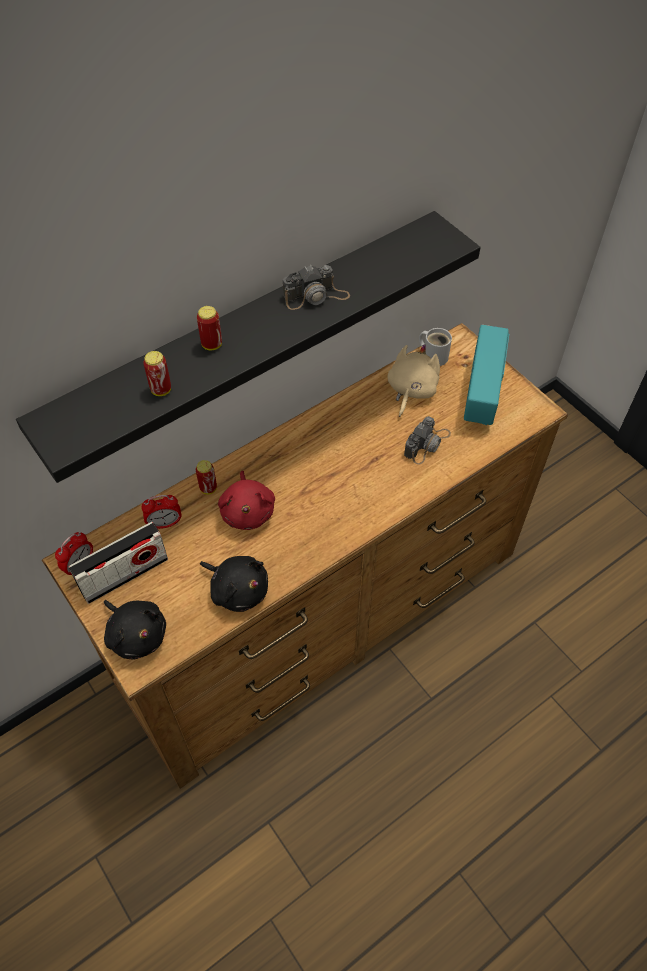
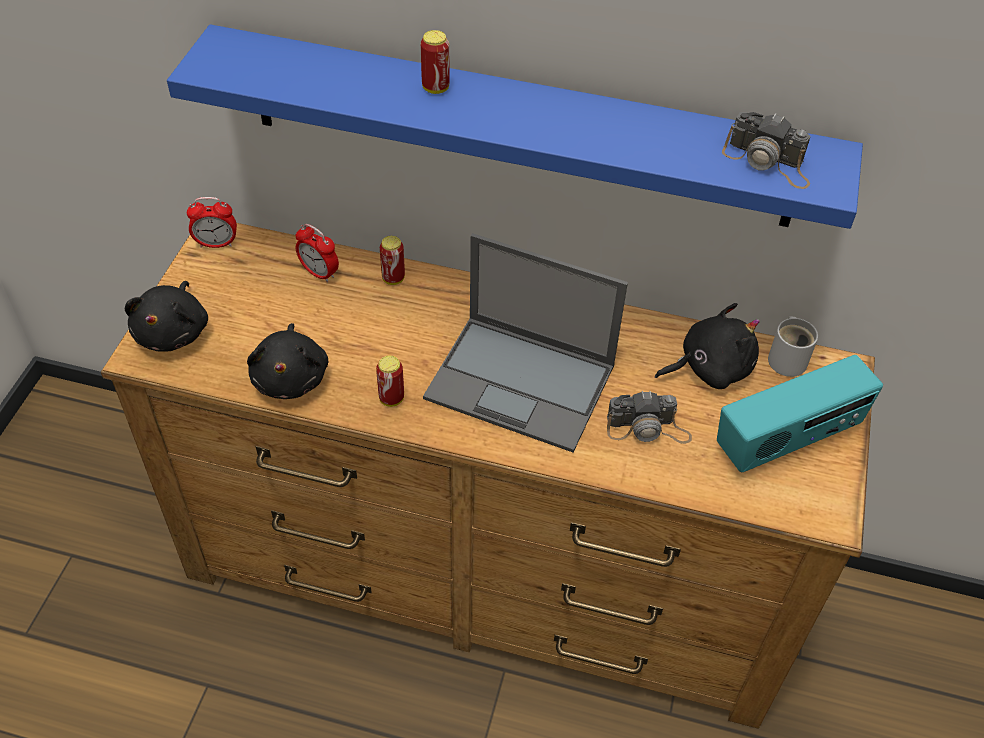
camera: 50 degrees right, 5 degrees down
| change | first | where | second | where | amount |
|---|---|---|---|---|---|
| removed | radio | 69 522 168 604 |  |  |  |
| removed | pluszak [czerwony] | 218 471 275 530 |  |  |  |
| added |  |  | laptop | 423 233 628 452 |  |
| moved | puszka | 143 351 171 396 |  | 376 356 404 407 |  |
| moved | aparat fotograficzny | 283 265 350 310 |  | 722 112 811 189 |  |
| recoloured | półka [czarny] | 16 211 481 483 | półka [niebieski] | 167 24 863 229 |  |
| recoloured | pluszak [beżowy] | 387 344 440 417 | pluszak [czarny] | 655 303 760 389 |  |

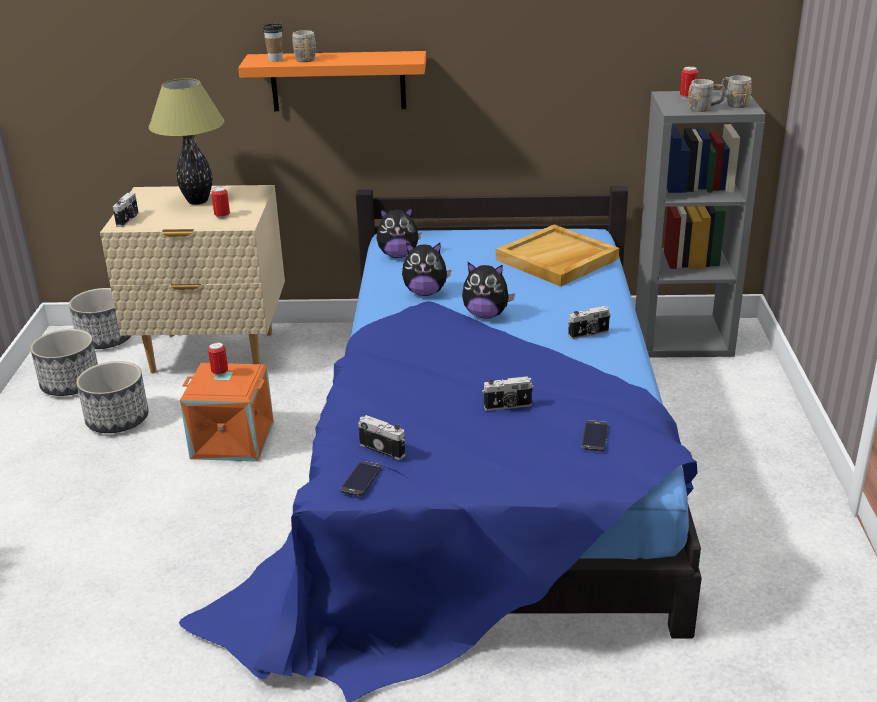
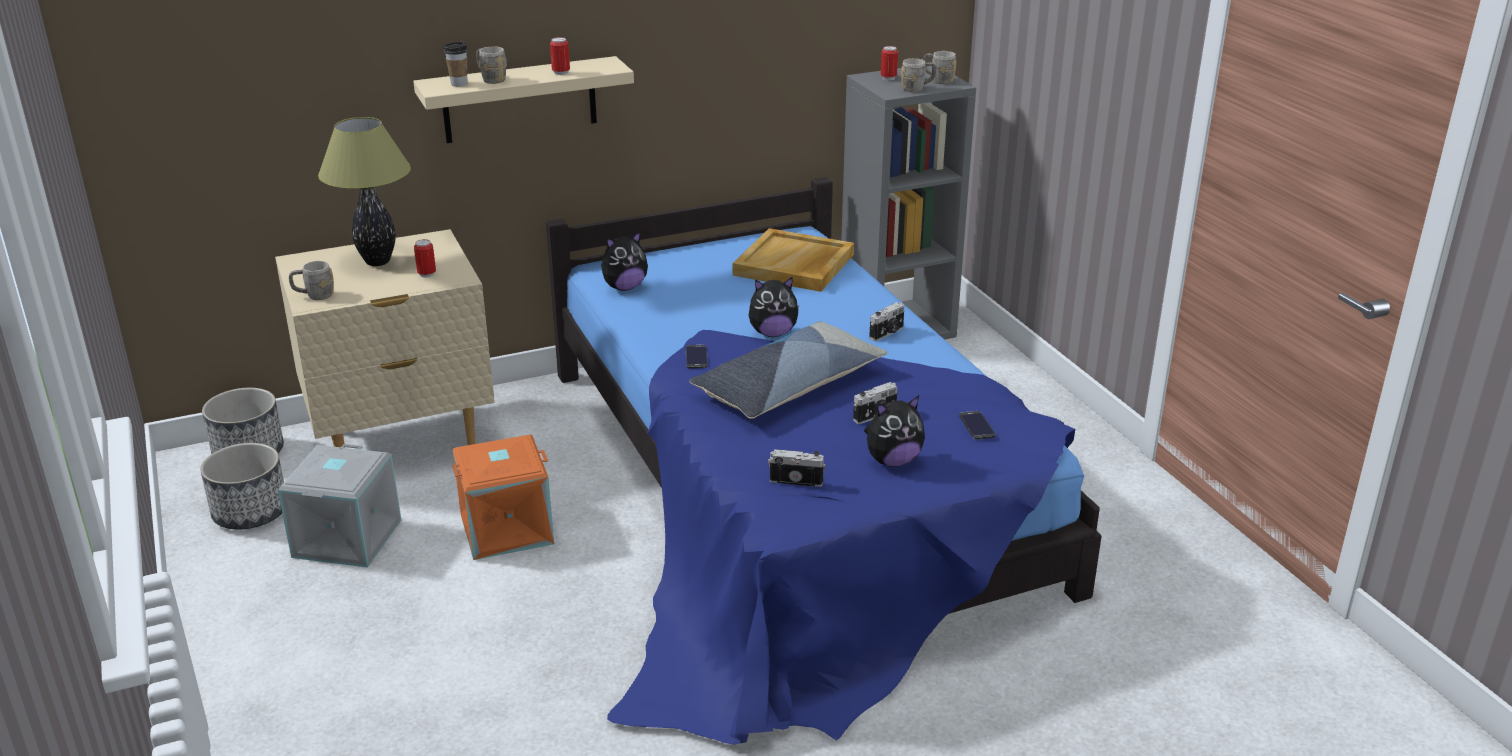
camera: 25 degrees left, 0 degrees up
| change | first | where | second | where | amount |
|---|---|---|---|---|---|
| added |  |  | poduszka | 689 321 887 419 |  |
| moved | puszka | 208 342 228 376 |  | 550 37 570 75 |  |
| moved | telefon | 340 461 381 496 |  | 686 345 708 369 |  |
| moved | pluszak | 402 242 451 296 |  | 864 396 925 467 |  |
| replaced | donica | 76 361 149 433 | pojemnik do przechowywania [szary] | 278 444 401 568 |  |
| replaced | aparat fotograficzny | 113 192 139 227 | kubek [szary] | 289 261 334 300 |  |
| recoloured | półka [pomarańczowy] | 238 51 426 111 | półka [beżowy] | 413 56 634 143 |  |

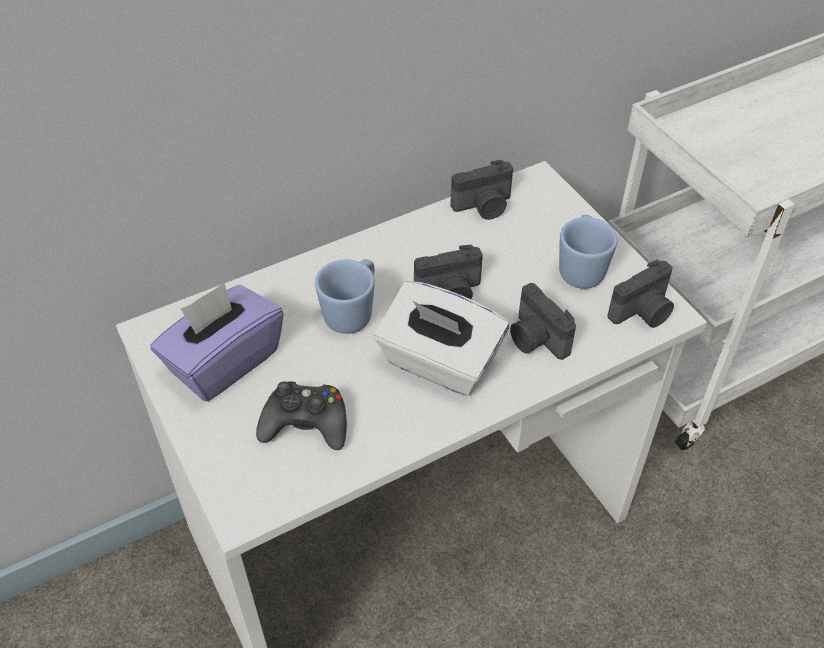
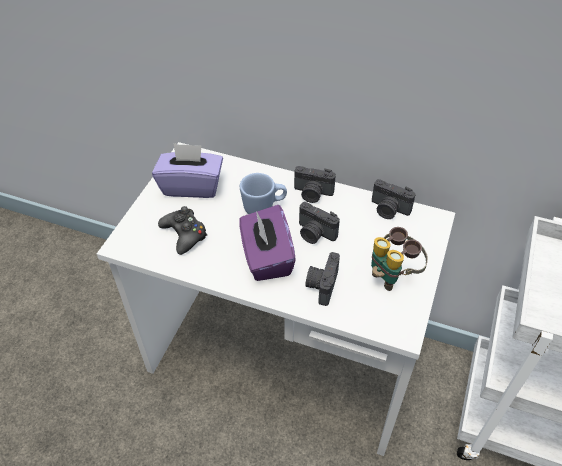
camera: 50 degrees right, 0 degrees up
| change | first | where | second | where | amount |
|---|---|---|---|---|---|
| moved | aparat fotograficzny | 607 260 674 328 |  | 294 166 336 203 |  |
| replaced | kubek [niebieski] | 559 215 618 289 | lornetka | 371 227 428 291 |  |
| recoloured | pudełko chusteczek [biały] | 374 281 509 396 | pudełko chusteczek [fioletowy] | 239 205 296 281 |  |

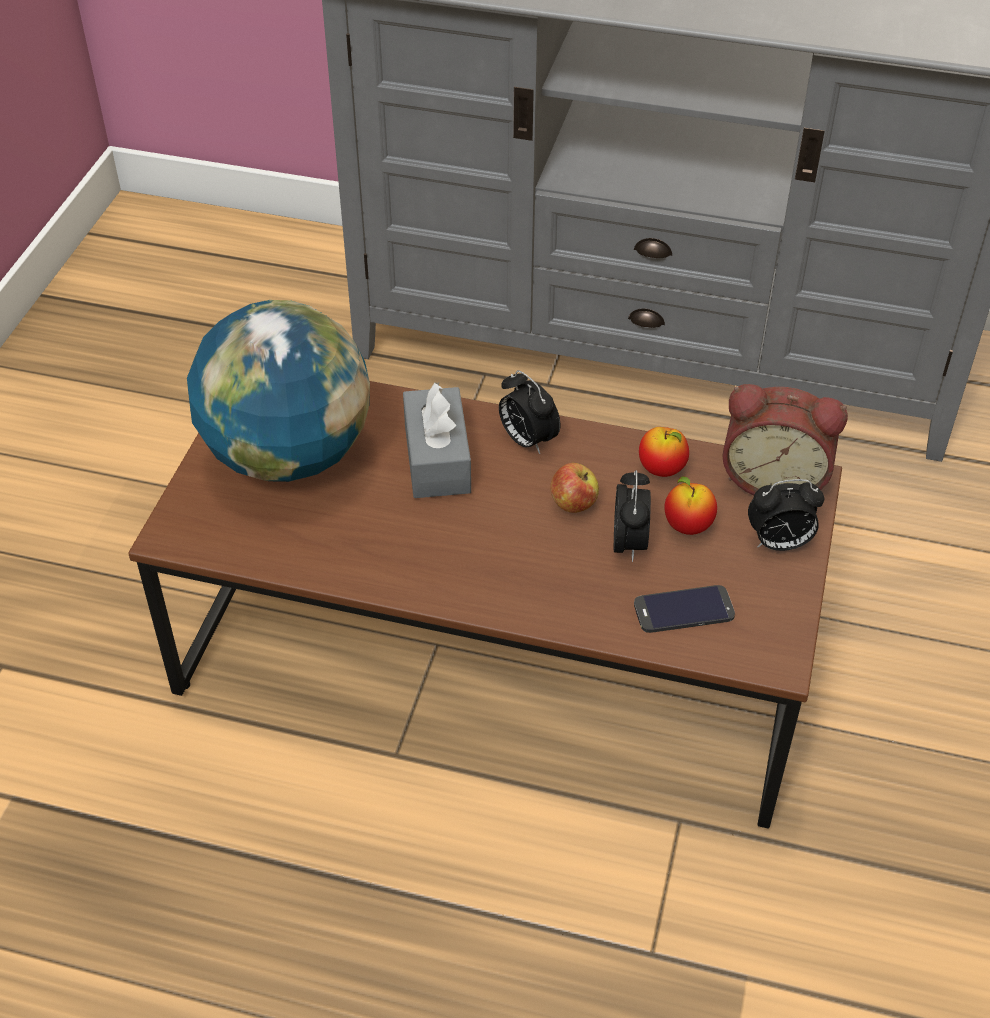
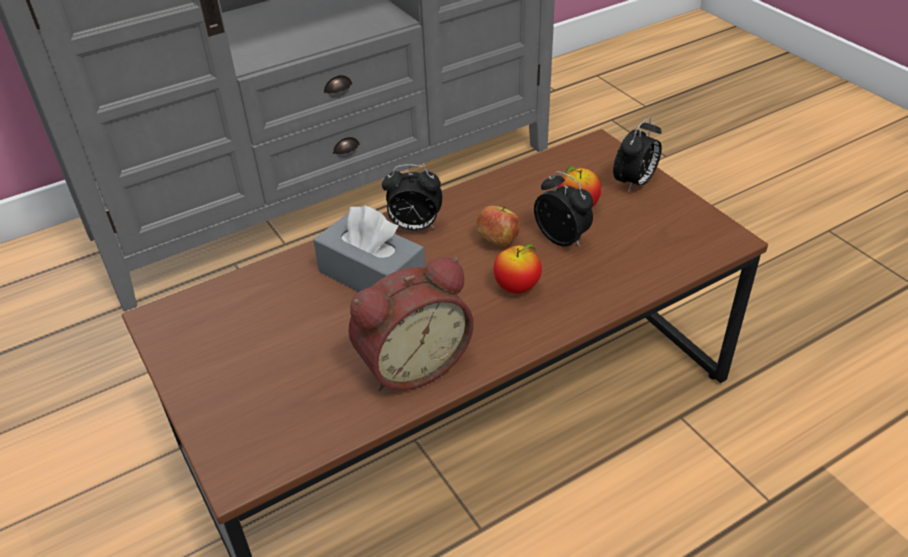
camera: 45 degrees left, 5 degrees down
| change | first | where | second | where | amount |
|---|---|---|---|---|---|
| removed | globus | 187 300 370 482 |  |  |  |
| removed | telefon | 634 585 735 633 |  |  |  |
| moved | jabłko | 639 427 689 477 |  | 494 244 542 294 |  |
| moved | budzik | 722 384 848 495 |  | 348 257 474 391 |  |

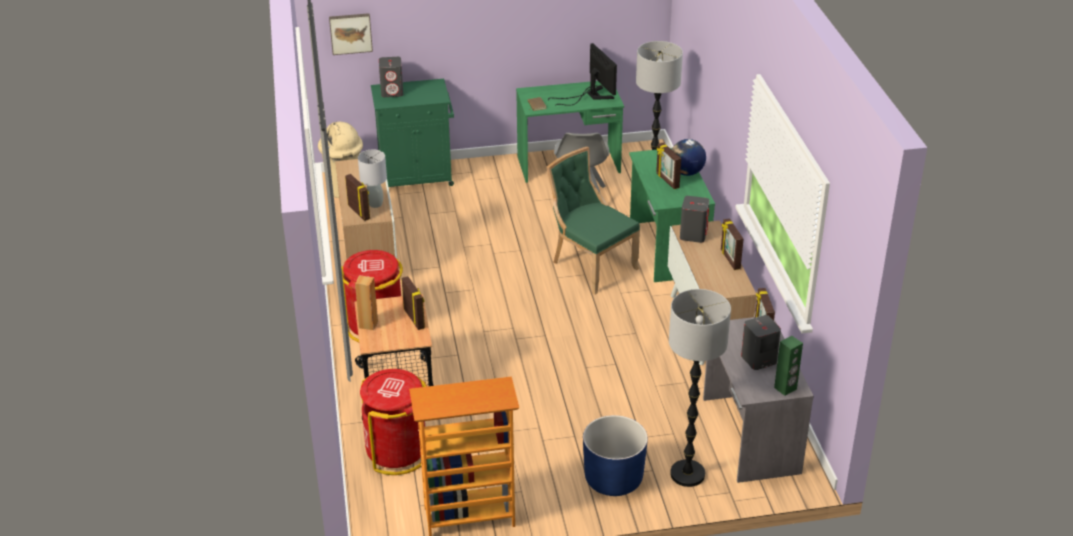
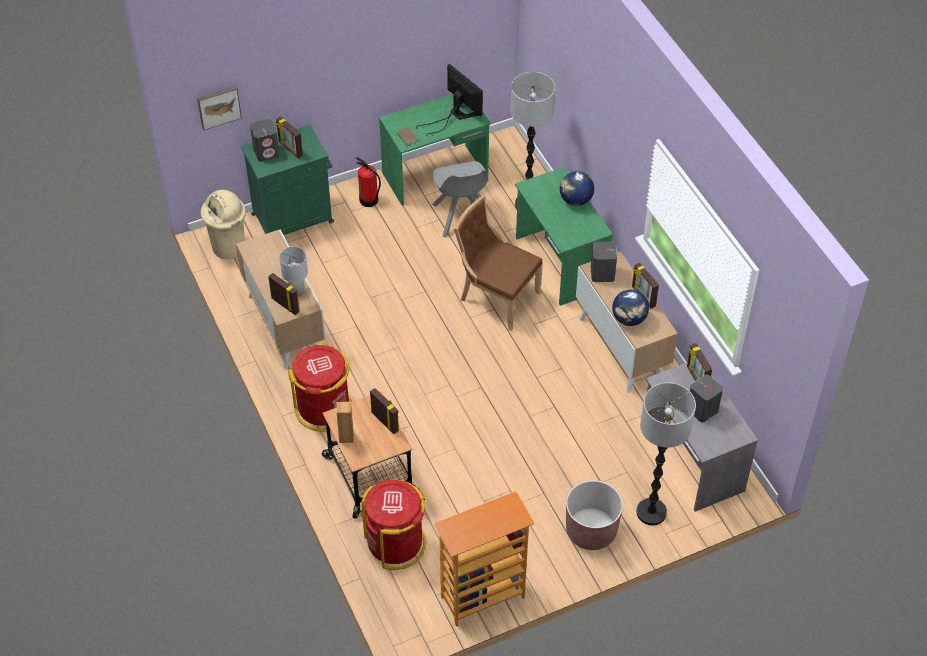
camera: 15 degrees left, 15 degrees up
| change | first | where | second | where | amount |
|---|---|---|---|---|---|
| removed | głośnik [zielony] | 774 336 803 396 |  |  |  |
| added |  |  | gaśnica | 356 157 381 207 |  |
| added |  |  | globus | 612 289 649 326 |  |
| moved | ramka na zdjęcie | 656 143 681 189 |  | 276 116 303 159 |  |
| recoloured | krzesło [zielony] | 547 147 640 295 | krzesło [brązowy] | 454 195 543 331 |  |
| recoloured | donica [niebieski] | 583 415 648 496 | donica [brązowy] | 566 480 623 550 |  |

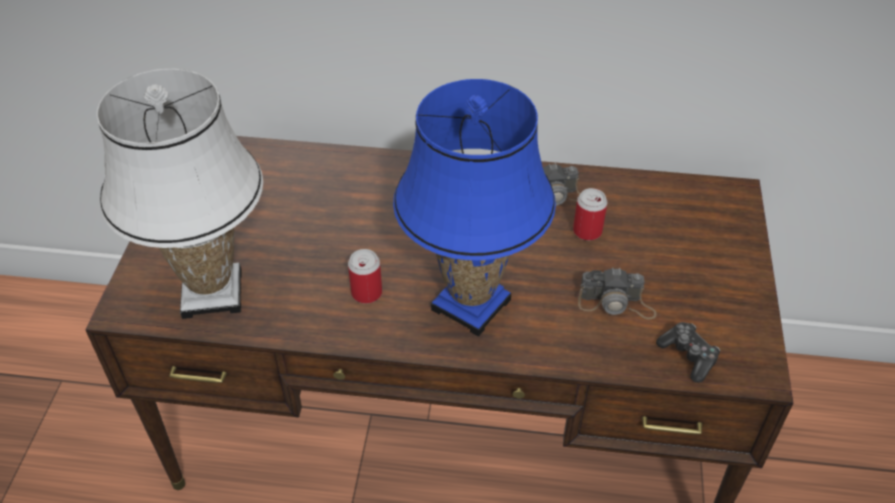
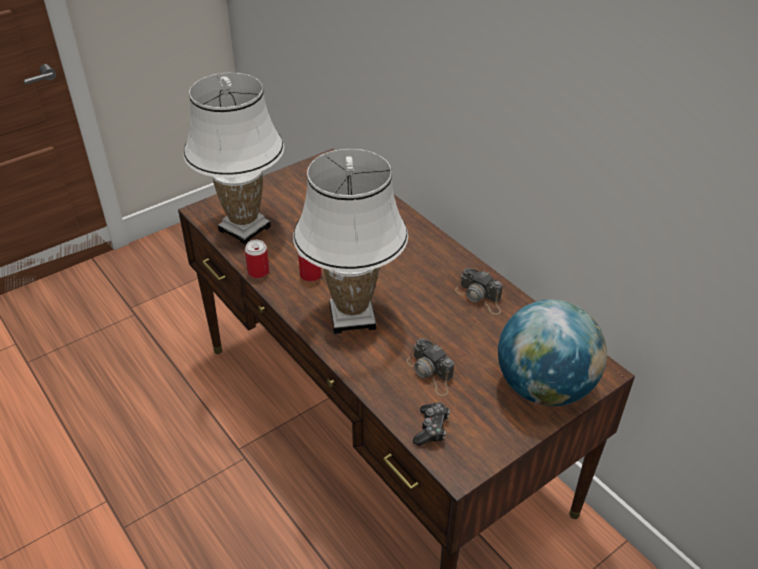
camera: 45 degrees right, 5 degrees down
| change | first | where | second | where | amount |
|---|---|---|---|---|---|
| added |  |  | globus | 498 299 607 406 |  |
| moved | puszka | 573 188 607 241 |  | 245 240 269 279 |  |
| recoloured | lampa stołowa [niebieski] | 393 79 556 337 | lampa stołowa [biały] | 293 149 408 334 |  |

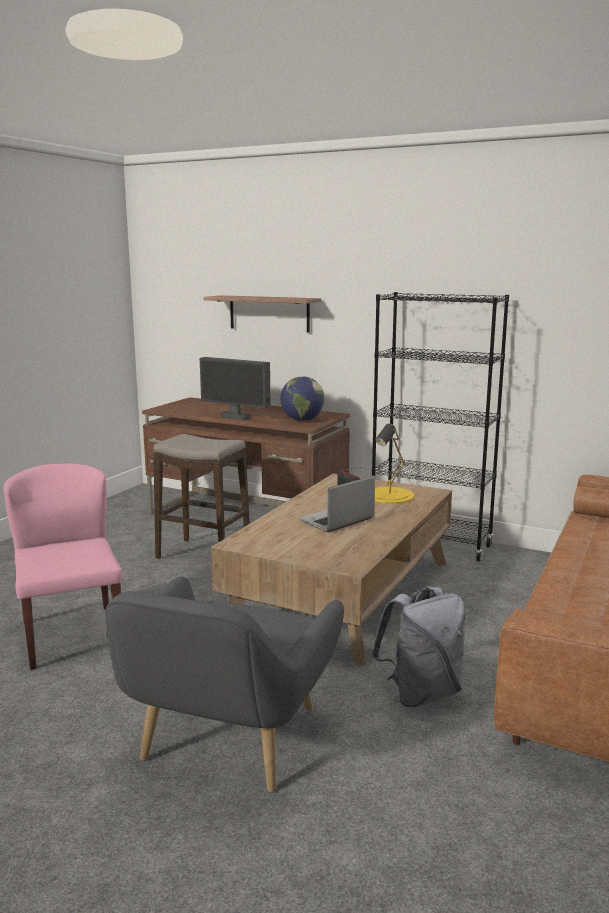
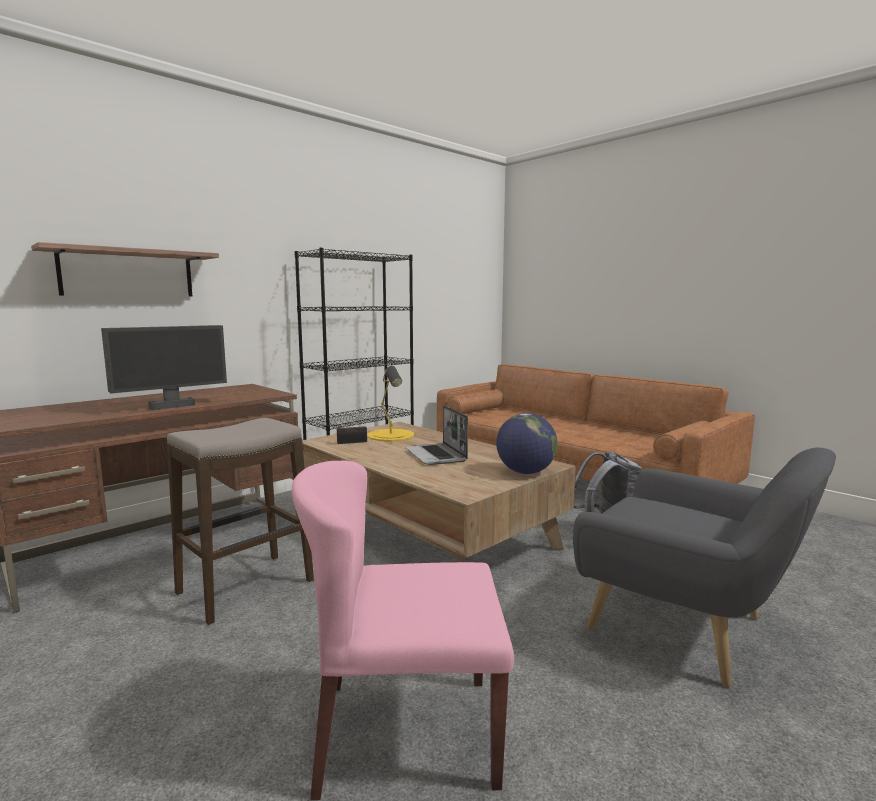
camera: 70 degrees left, 5 degrees down
| change | first | where | second | where | amount |
|---|---|---|---|---|---|
| moved | globus | 280 376 325 421 |  | 496 413 558 474 |  |

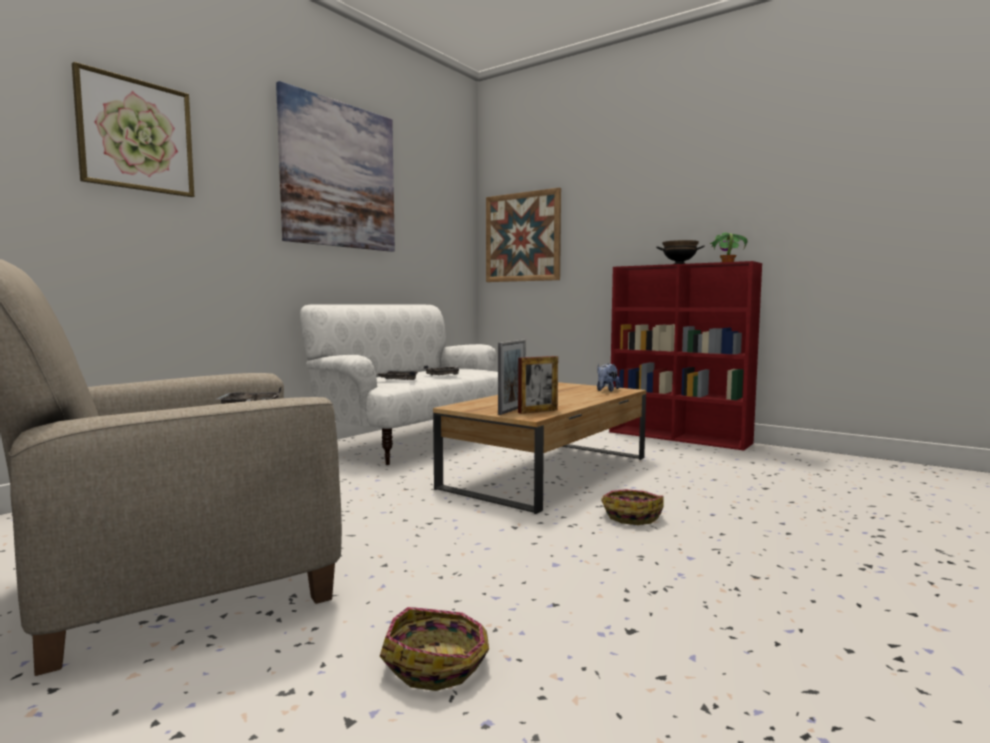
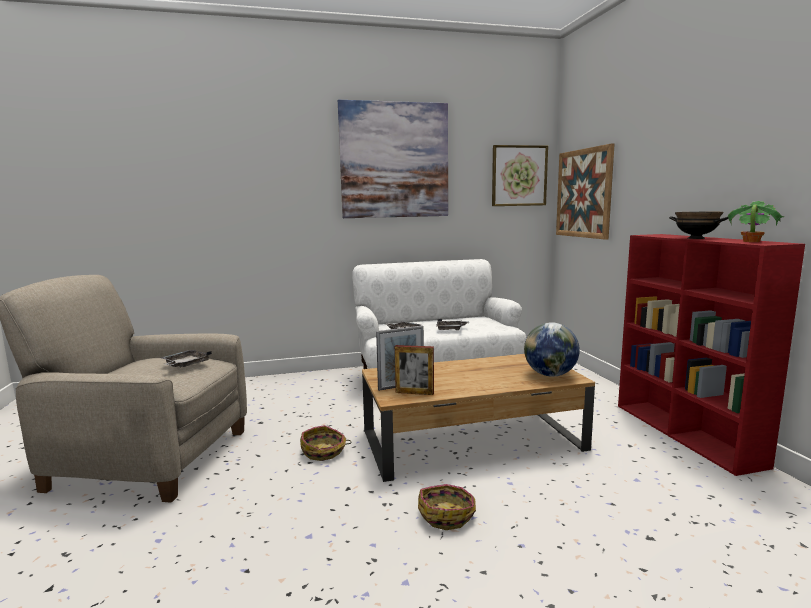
camera: 40 degrees right, 5 degrees up
| change | first | where | second | where | amount |
|---|---|---|---|---|---|
| moved | obraz | 72 62 194 197 |  | 492 145 548 206 |  |
| moved | koszyk | 380 607 489 691 |  | 300 425 352 461 |  |
| replaced | pluszak | 597 363 620 392 | globus | 524 322 580 377 |  |

